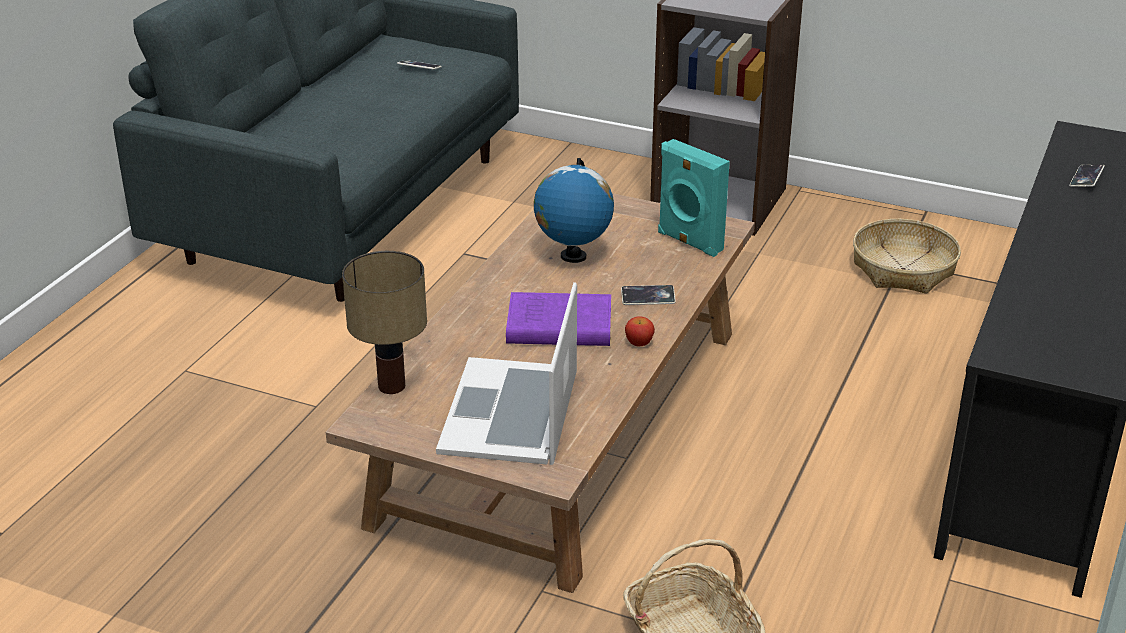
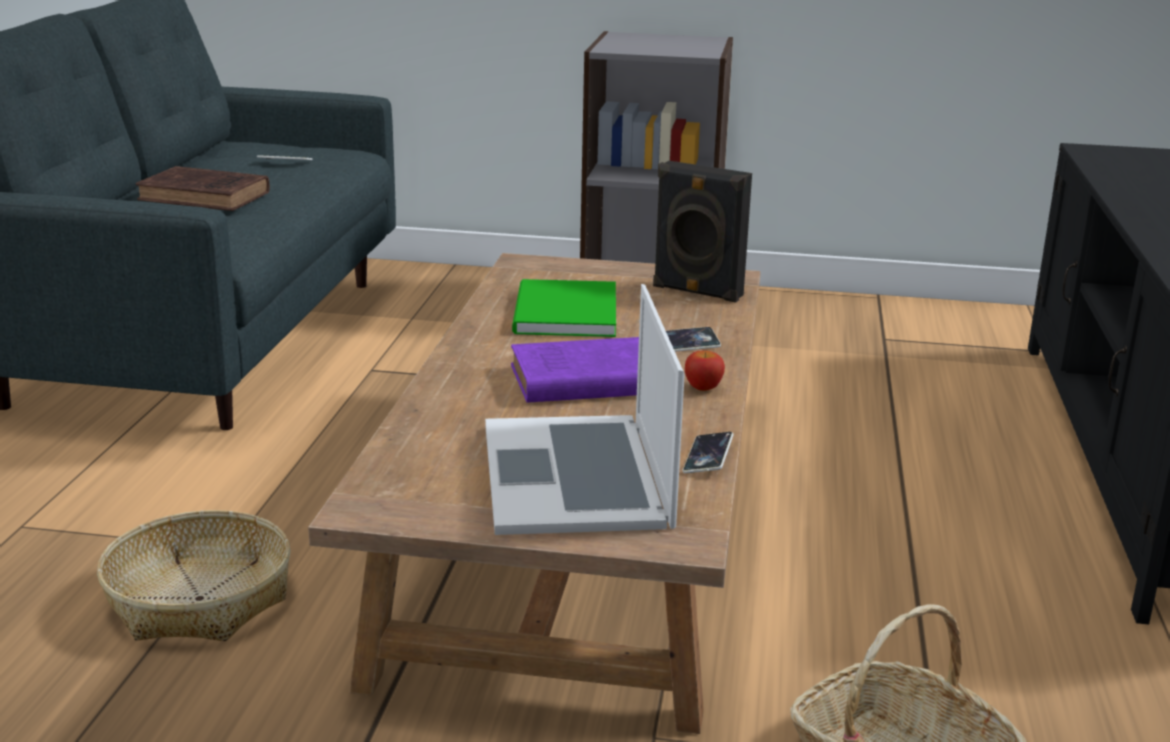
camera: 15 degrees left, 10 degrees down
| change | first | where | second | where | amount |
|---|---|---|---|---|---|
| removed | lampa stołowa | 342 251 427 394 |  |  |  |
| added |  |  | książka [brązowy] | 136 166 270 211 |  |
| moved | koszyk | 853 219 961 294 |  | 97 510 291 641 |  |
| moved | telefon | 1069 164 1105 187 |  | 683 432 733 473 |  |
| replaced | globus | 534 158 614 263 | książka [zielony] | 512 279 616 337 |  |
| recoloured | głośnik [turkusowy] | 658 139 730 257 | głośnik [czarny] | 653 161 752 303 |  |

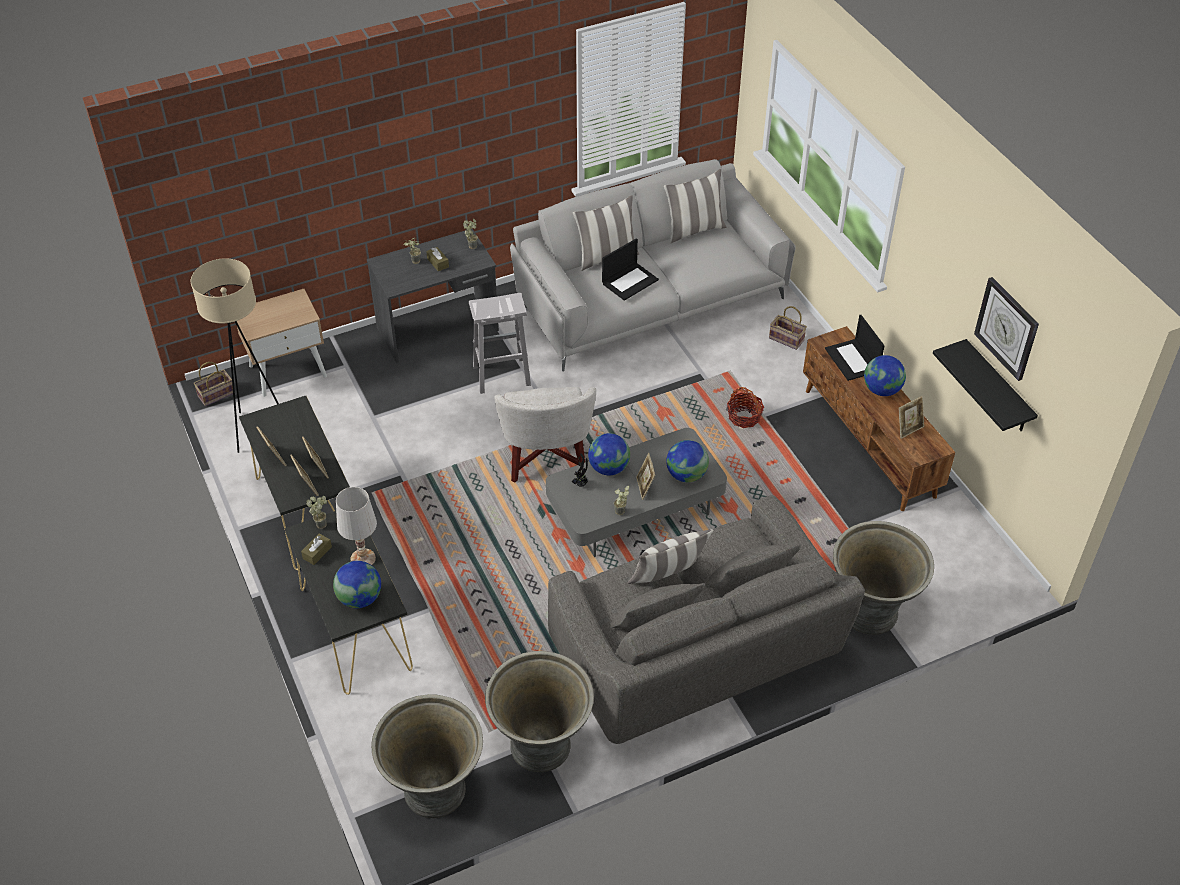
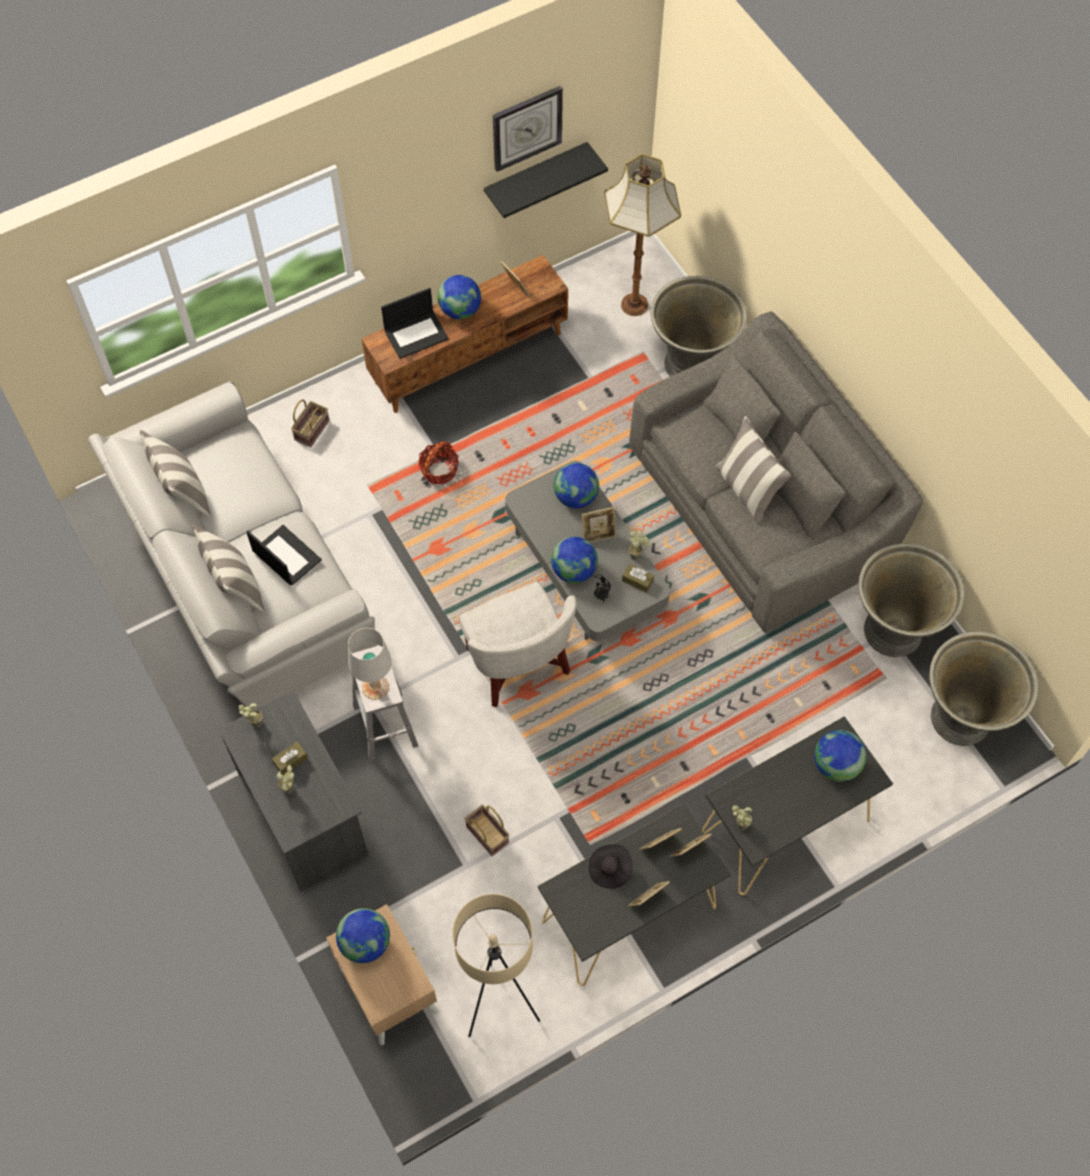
camera: 95 degrees left, 15 degrees up
| change | first | where | second | where | amount |
|---|---|---|---|---|---|
| added |  |  | globus | 336 908 390 963 |  |
| added |  |  | kapelusz [czarny] | 589 844 632 889 |  |
| added |  |  | lampa stojąca | 604 154 681 316 |  |
| moved | koszyk | 194 362 233 406 |  | 465 805 509 856 |  |
| moved | pudełko chusteczek [brązowy] | 301 533 332 565 |  | 622 564 654 593 |  |
| moved | lampa stołowa [biały] | 336 487 377 565 |  | 348 628 392 700 |  |
| turned | fotel [biały] | 494 387 596 483 |  | 459 582 576 707 | 75 degrees clockwise |

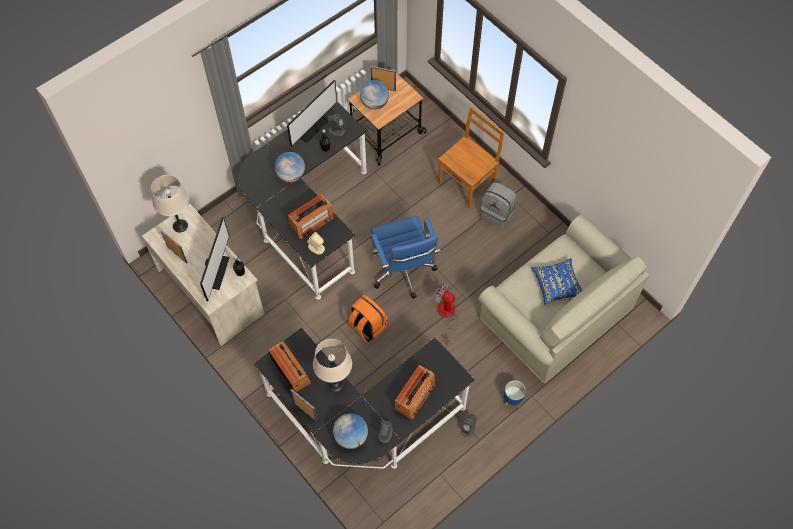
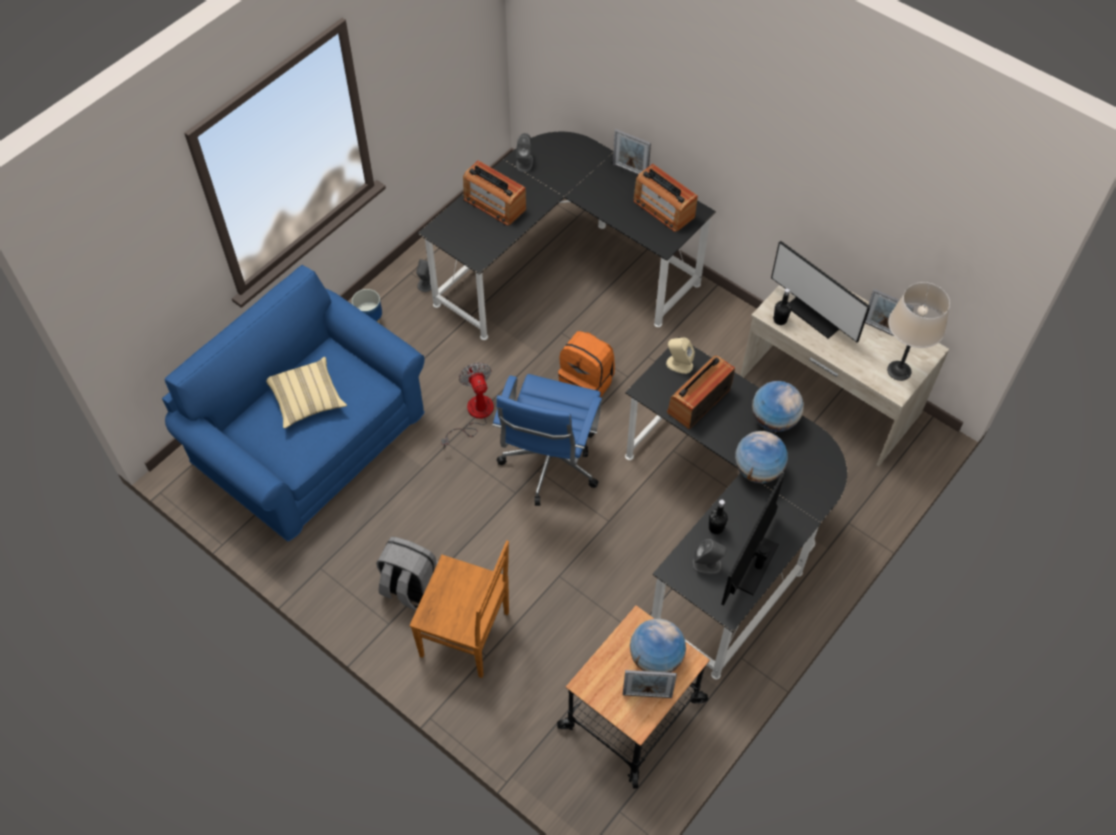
camera: 170 degrees right, 5 degrees down
| change | first | where | second | where | amount |
|---|---|---|---|---|---|
| removed | lampa stołowa [beżowy] | 313 339 352 392 |  |  |  |
| moved | globus | 333 413 368 449 |  | 752 381 804 432 |  |
| recoloured | kanapa [beżowy] | 479 214 649 383 | kanapa [niebieski] | 162 265 425 541 |  |
| recoloured | poduszka [niebieski] | 531 258 582 305 | poduszka [beżowy] | 266 357 347 429 |  |
| turned | monitor | 200 217 230 301 |  | 771 241 870 343 | 45 degrees counterclockwise |
| turned | krzesło biurowe [niebieski] | 370 216 440 299 |  | 492 374 602 506 | 135 degrees counterclockwise |
| turned | radio | 395 365 435 419 |  | 463 160 526 226 | 75 degrees counterclockwise |
| turned | wentylator | 434 283 457 344 |  | 441 362 494 446 | 135 degrees counterclockwise |
| turned | krzesło [brązowy] | 438 107 504 209 |  | 409 541 509 678 | 105 degrees counterclockwise |

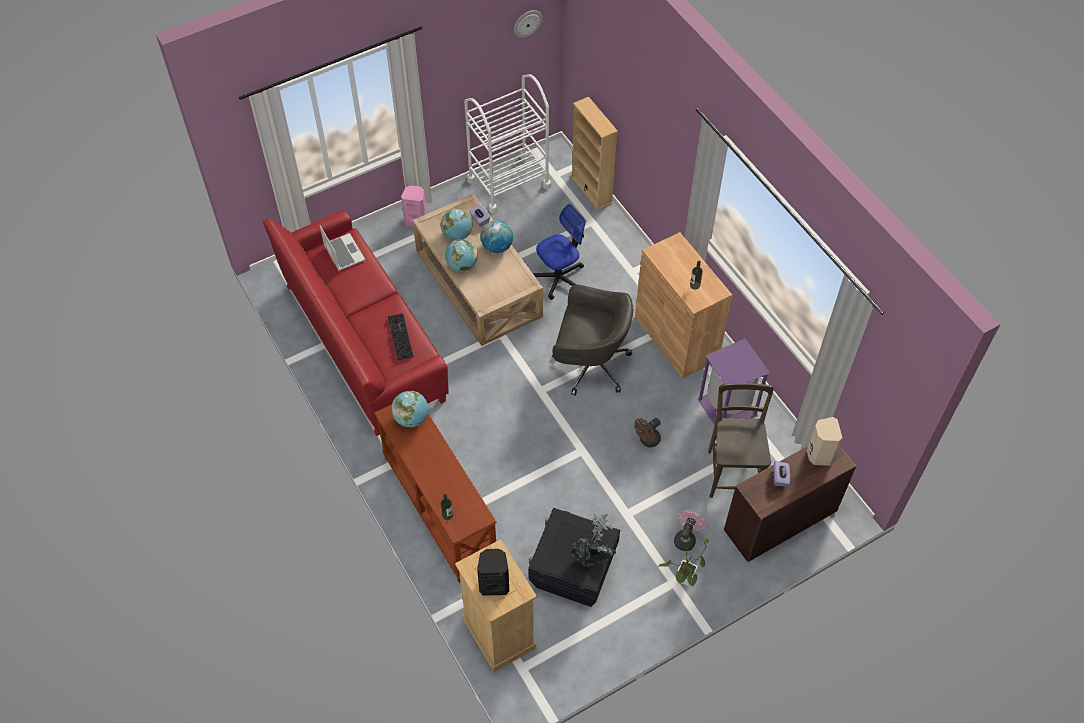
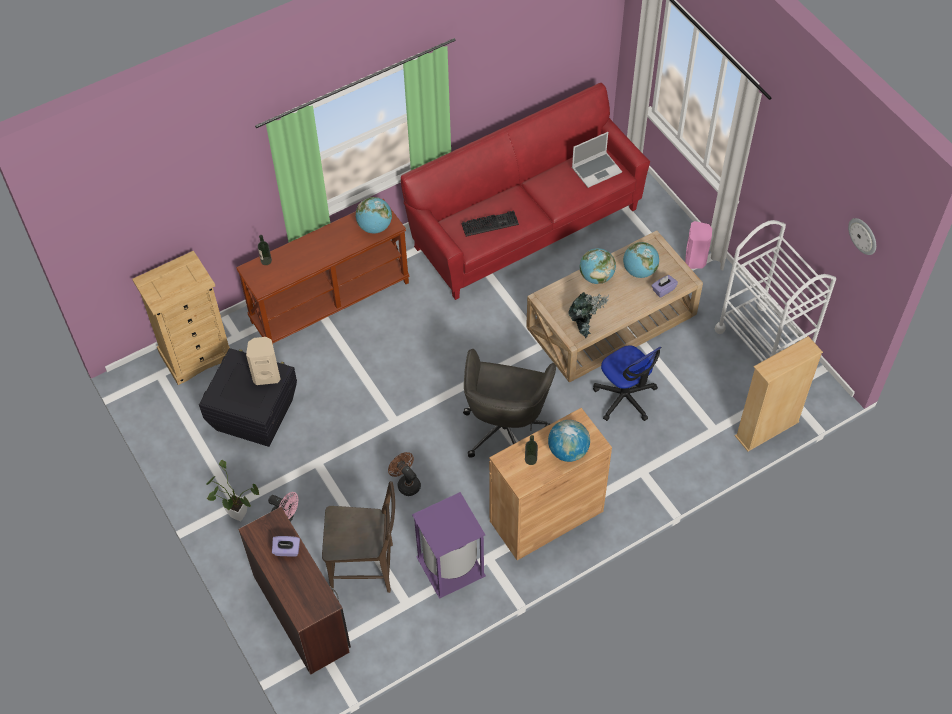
camera: 90 degrees right, 0 degrees up
| change | first | where | second | where | amount |
|---|---|---|---|---|---|
| removed | głośnik [czarny] | 477 549 509 596 |  |  |  |
| moved | globus | 481 220 513 253 |  | 548 420 590 462 |  |
| moved | roślina doniczkowa | 569 514 616 567 |  | 568 292 609 338 |  |
| moved | głośnik [beżowy] | 807 417 842 466 |  | 246 337 281 385 |  |

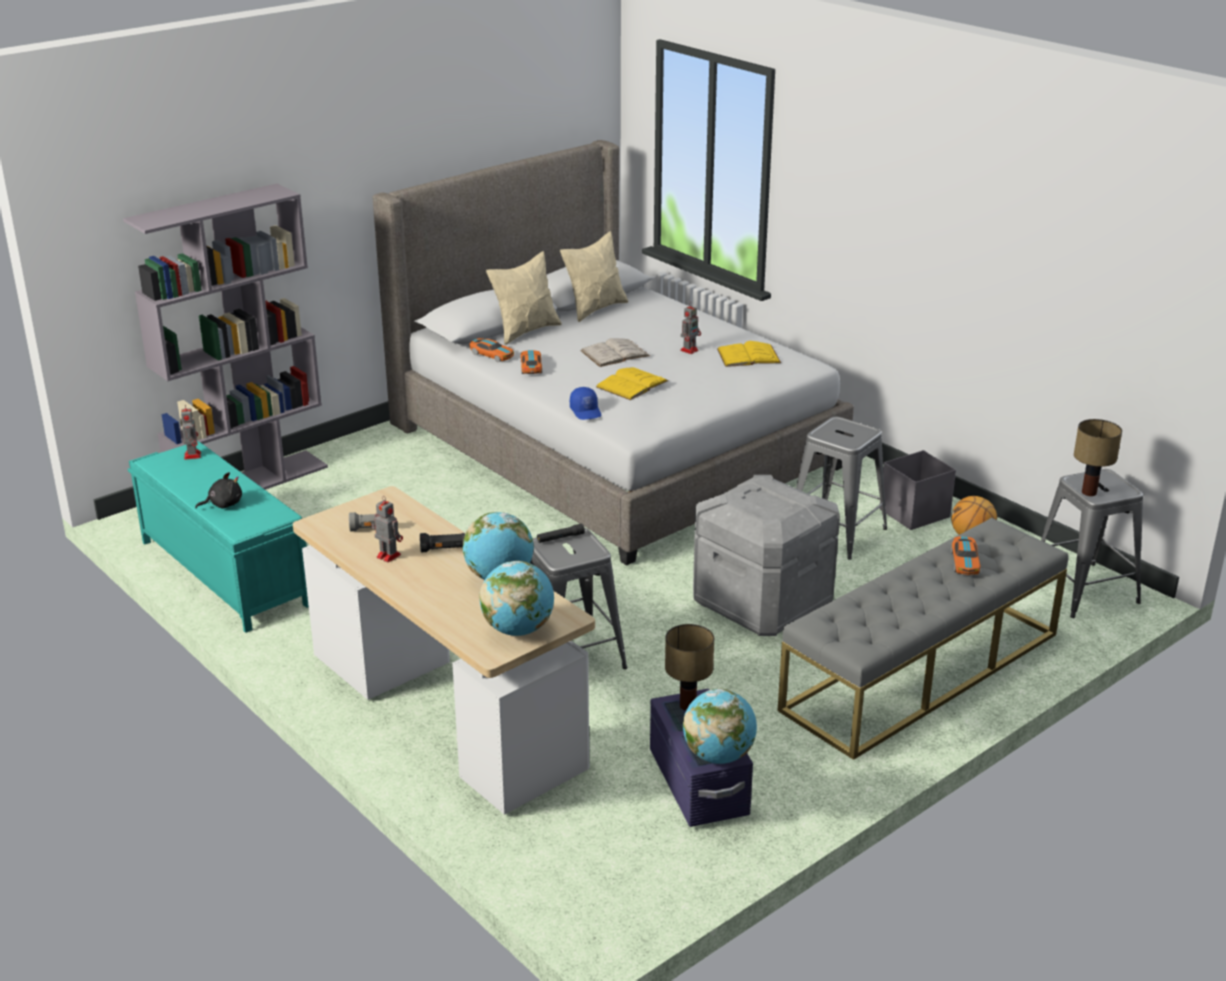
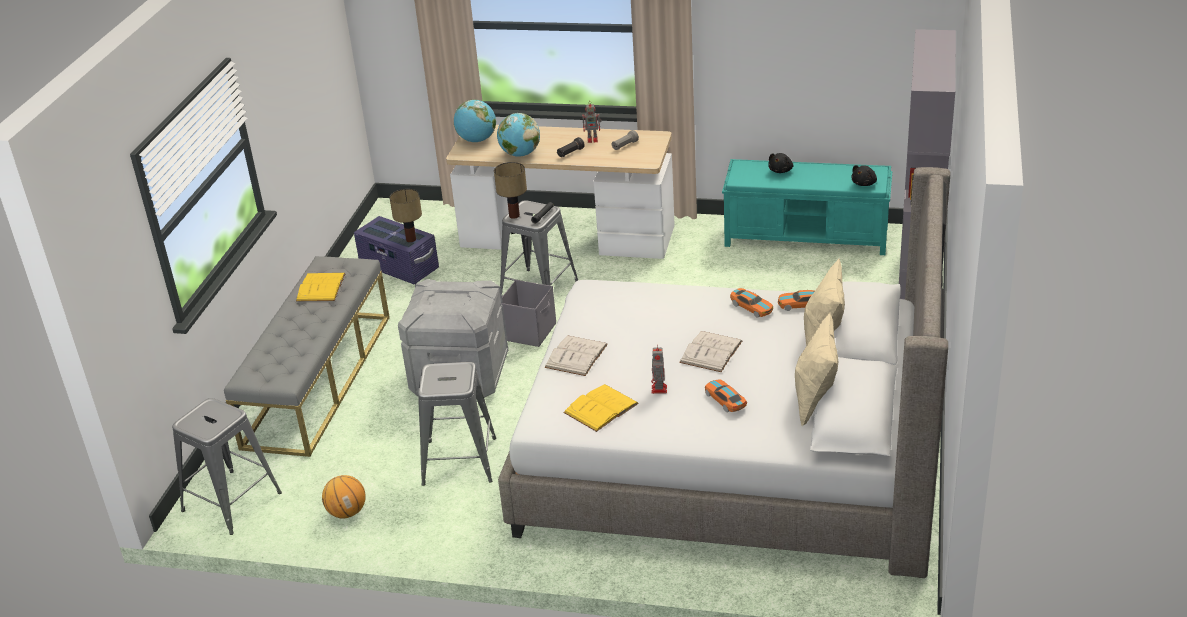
camera: 145 degrees right, 5 degrees up
| change | first | where | second | where | amount |
|---|---|---|---|---|---|
| removed | czapka z daszkiem [niebieski] | 570 387 601 420 |  |  |  |
| removed | globus | 683 689 757 764 |  |  |  |
| added |  |  | książka [biały] | 544 335 608 376 |  |
| moved | książka [żółty] | 596 367 669 400 |  | 296 273 346 301 |  |
| moved | pojemnik do przechowywania [szary] | 879 450 956 530 |  | 501 280 556 347 |  |
| moved | samochodzik | 951 536 981 575 |  | 705 379 747 412 |  |
| moved | lampa stołowa | 1074 419 1122 496 |  | 494 162 527 219 |  |
| replaced | robot zabawkowy | 181 405 201 460 | pluszak [czarny] | 851 165 877 186 |  |

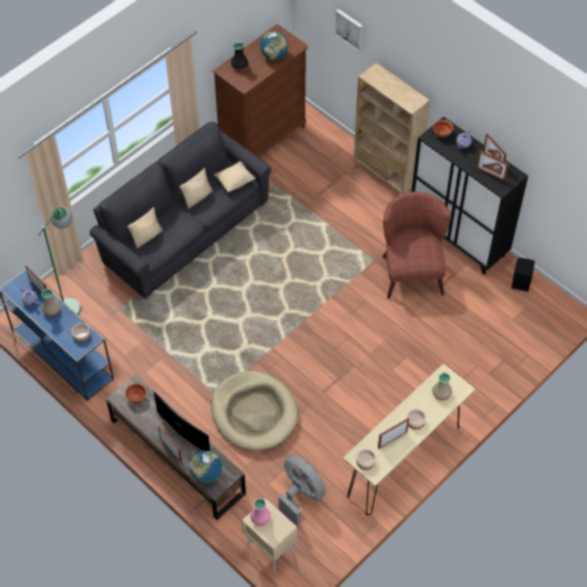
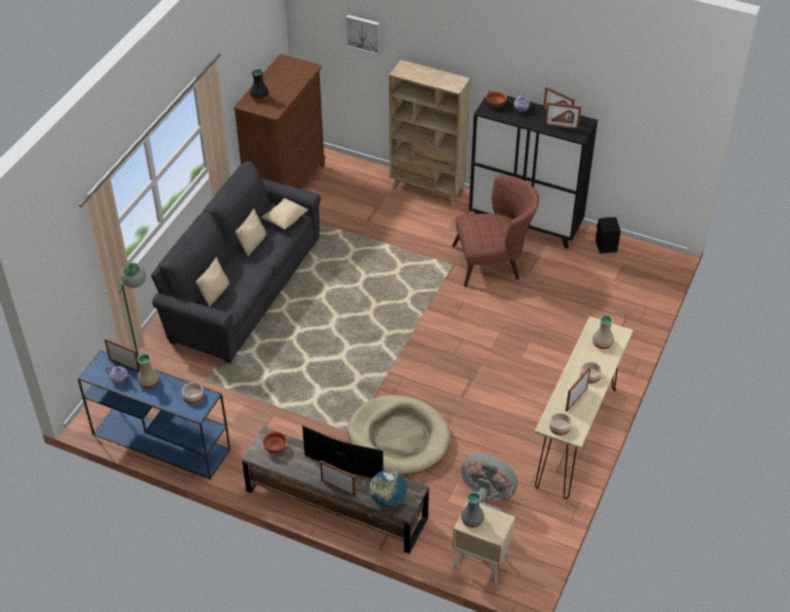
camera: 20 degrees left, 10 degrees down
| change | first | where | second | where | amount |
|---|---|---|---|---|---|
| removed | globus | 260 31 288 60 |  |  |  |
| recoloured | wazon [różowy] | 250 498 271 526 | wazon [szary] | 461 492 484 527 |  |
| turned | fotel [brązowy] | 383 192 451 299 |  | 452 175 539 287 | 105 degrees clockwise |

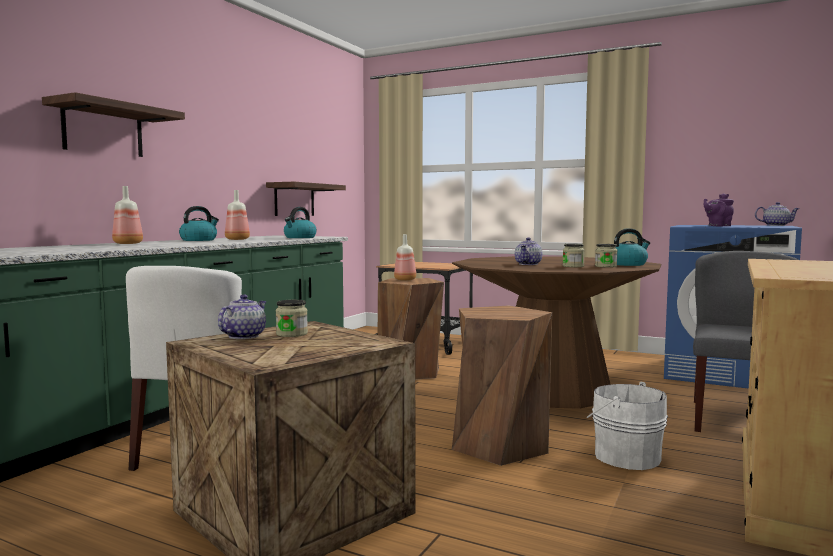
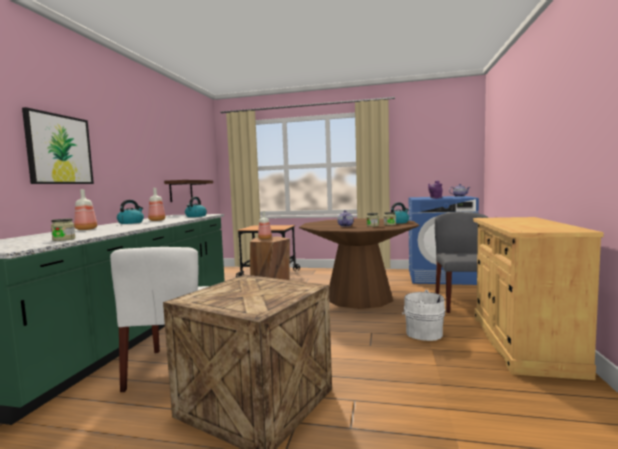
camera: 15 degrees left, 0 degrees up
| change | first | where | second | where | amount |
|---|---|---|---|---|---|
| removed | imbryk | 218 294 267 339 |  |  |  |
| removed | stołek [brązowy] | 452 305 552 466 |  |  |  |
| moved | słoik | 276 300 308 337 |  | 51 218 76 241 |  |
| replaced | półka | 42 92 185 157 | obraz | 22 107 94 184 |  |

